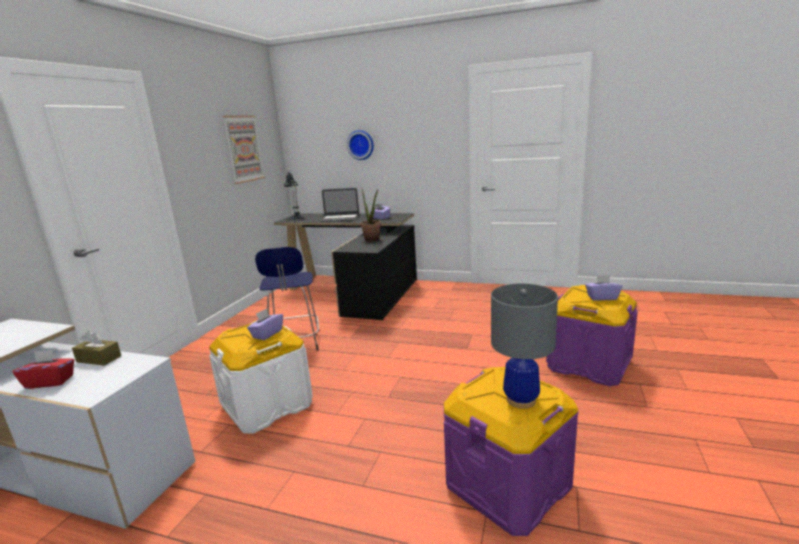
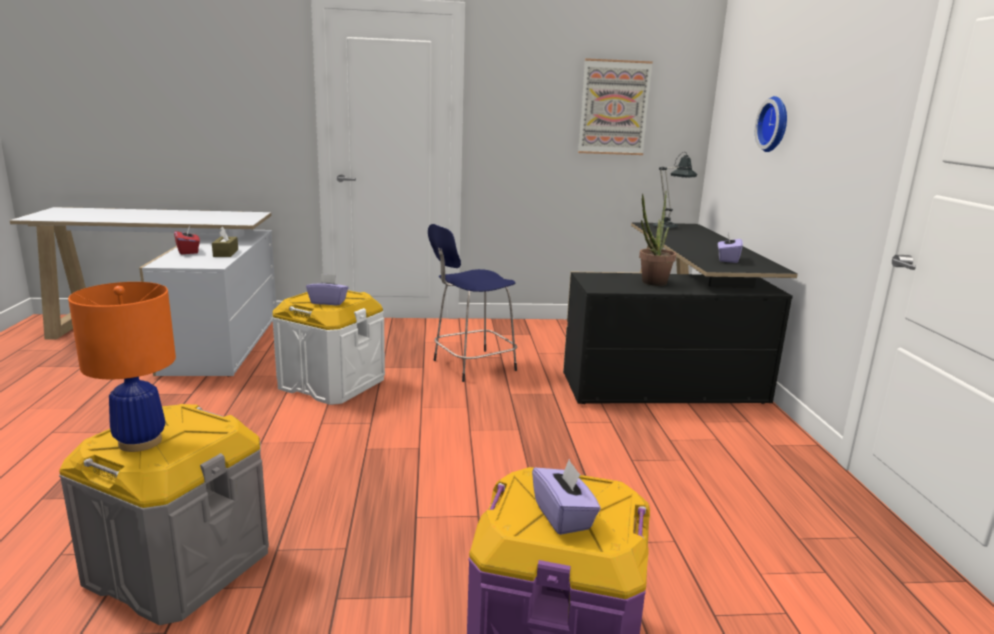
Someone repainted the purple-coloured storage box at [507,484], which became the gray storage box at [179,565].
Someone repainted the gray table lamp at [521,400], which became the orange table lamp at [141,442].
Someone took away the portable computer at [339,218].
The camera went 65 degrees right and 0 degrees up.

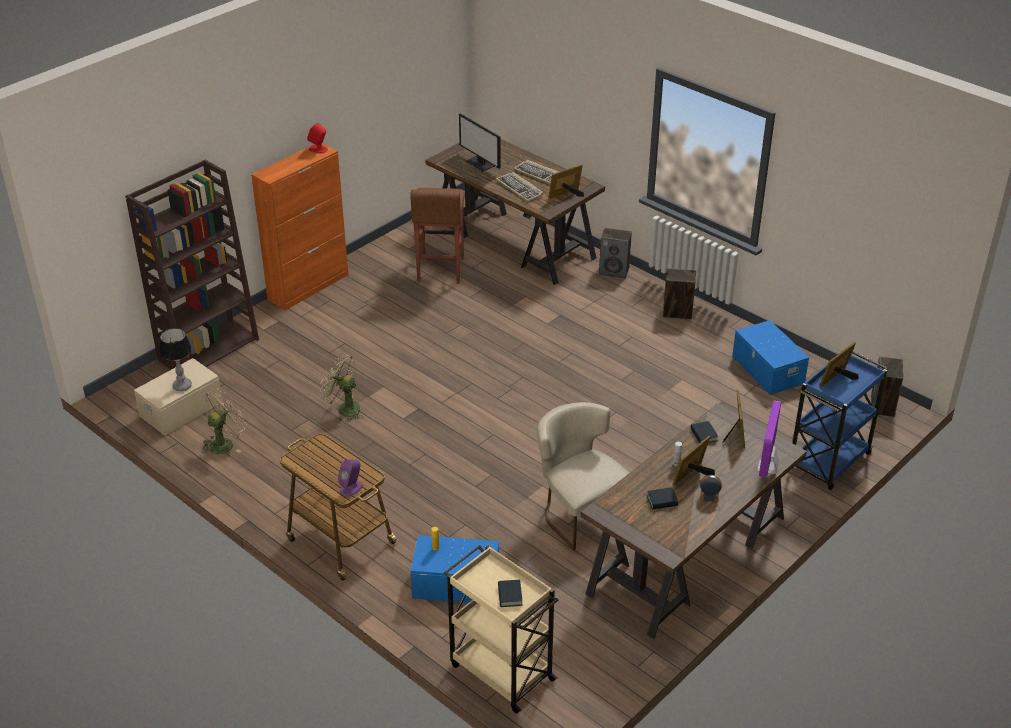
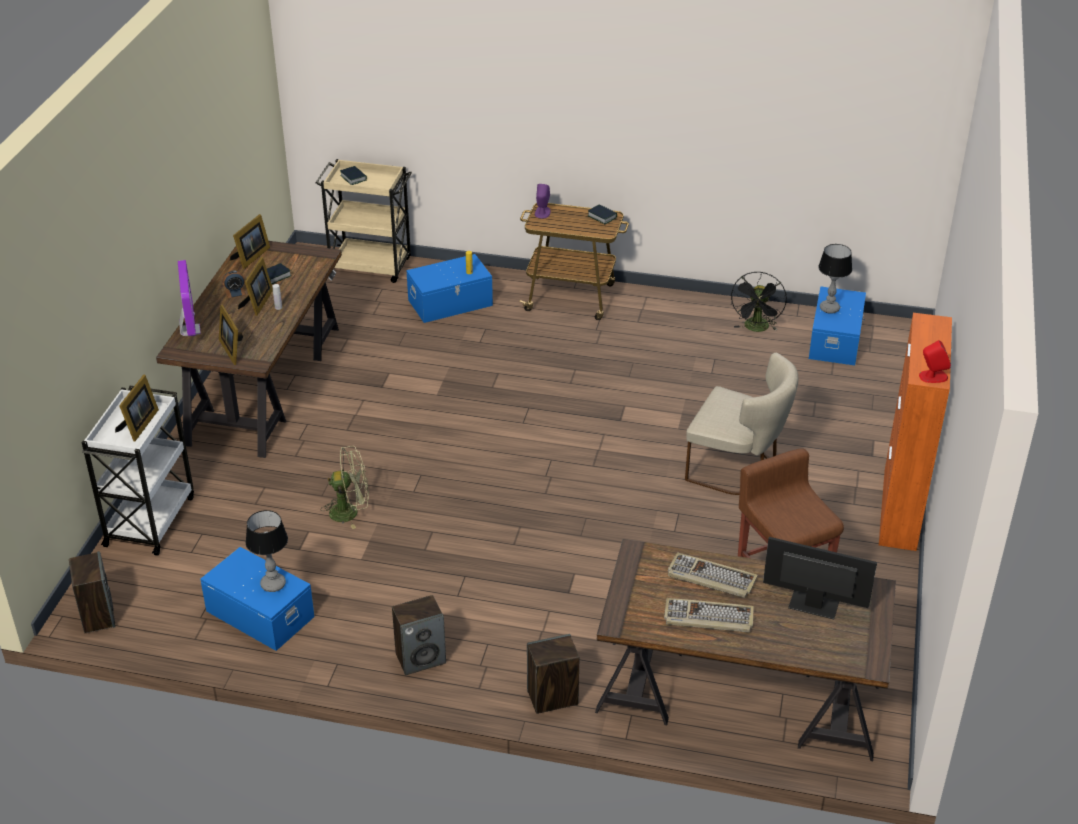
Someone repainted the blue-coloured cart at [828,462], which became the white cart at [151,519].
Someone carried the standing frame from [567,195] to [251,257].
Someone put down the table lamp at [273,584].
Someone carried the greenish fan from [344,409] to [350,512].
Someone carried the volume from [703,435] to [602,217].
Someone carried the beige plain chair from [579,513] to [737,470].
Someone repainted the beige fan at [225,443], which became the black-coloured fan at [756,328].
Someone repainted the beige storage box at [180,409], which became the blue-coloured storage box at [836,340].
Someone took away the brown-coloured bookcase at [209,349].
The camera went 150 degrees right and 0 degrees up.

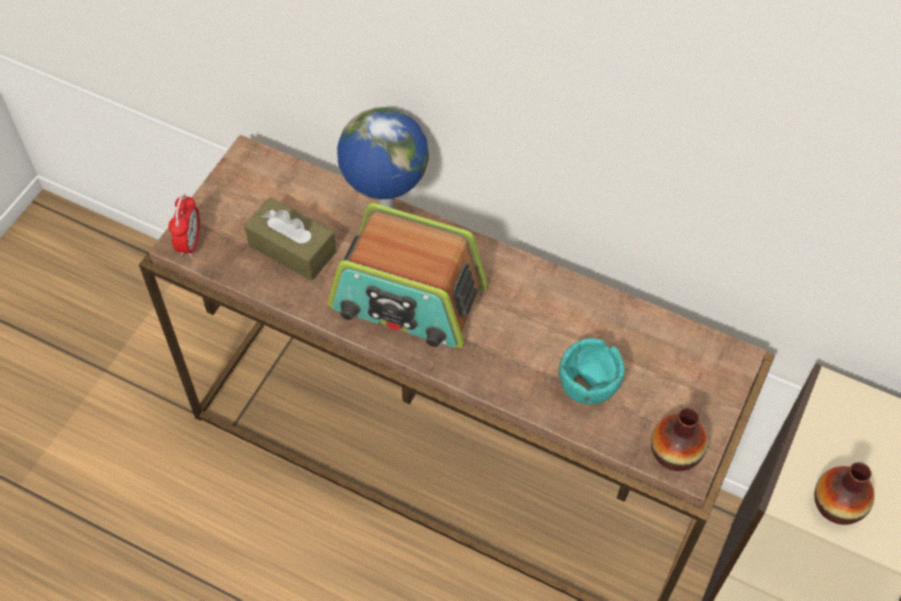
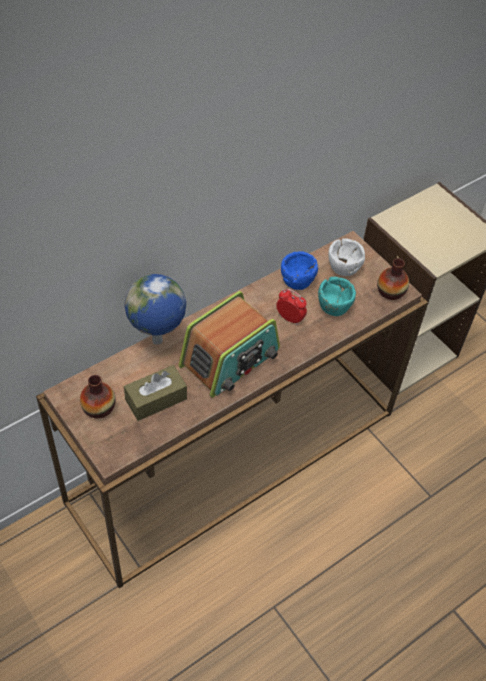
Someone carried the decorative vase from [837,504] to [99,407].
Someone carried the bedside clock from [190,243] to [290,318].
Someone put down the blue-coloured serving bowl at [297,281].
Someone put down the white serving bowl at [343,267].
The camera went 65 degrees left and 5 degrees down.

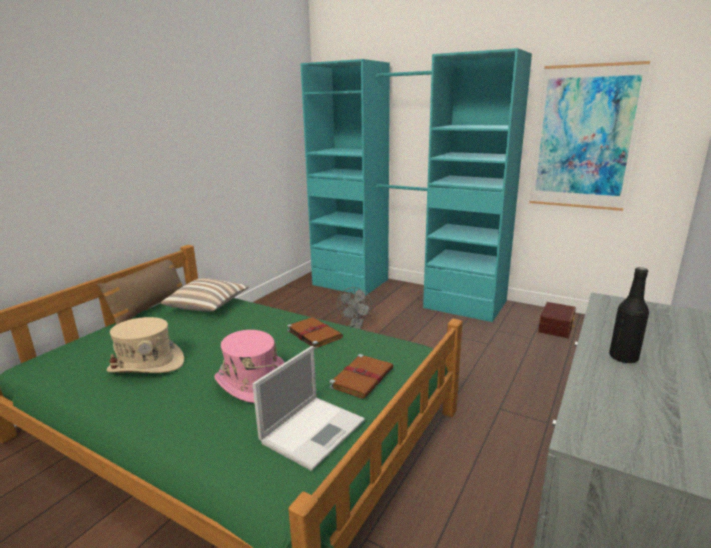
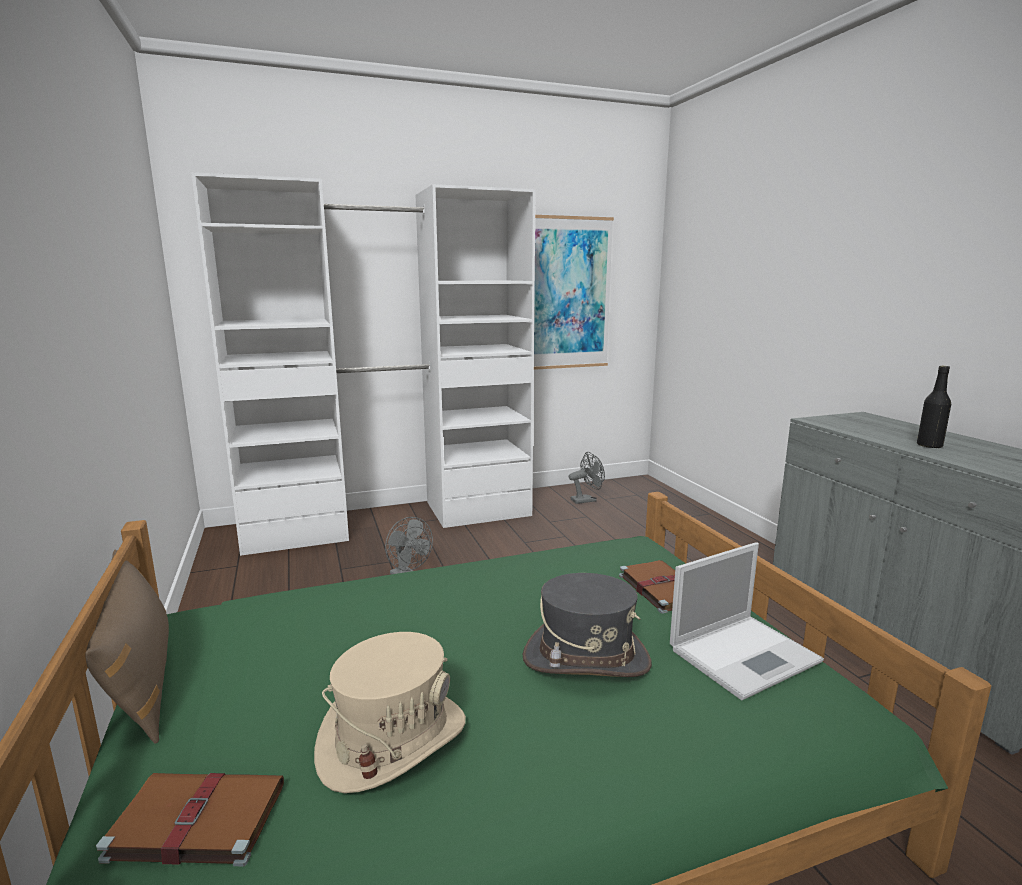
Someone carried the brown-coloured volume from [313,334] to [194,821].
Someone repainted the turquoise clothes cupboard at [405,292], which became the white clothes cupboard at [392,519].
Someone repainted the pinkish clothing hat at [251,383], which became the gray clothing hat at [586,659].
Someone swapped the brown-coloured storage box at [557,327] for the gray fan at [587,500].
Someone rotated the portable computer at [314,430] by 75 degrees clockwise.
Someone took away the throw pillow at [208,306].
The camera went 50 degrees left and 5 degrees down.

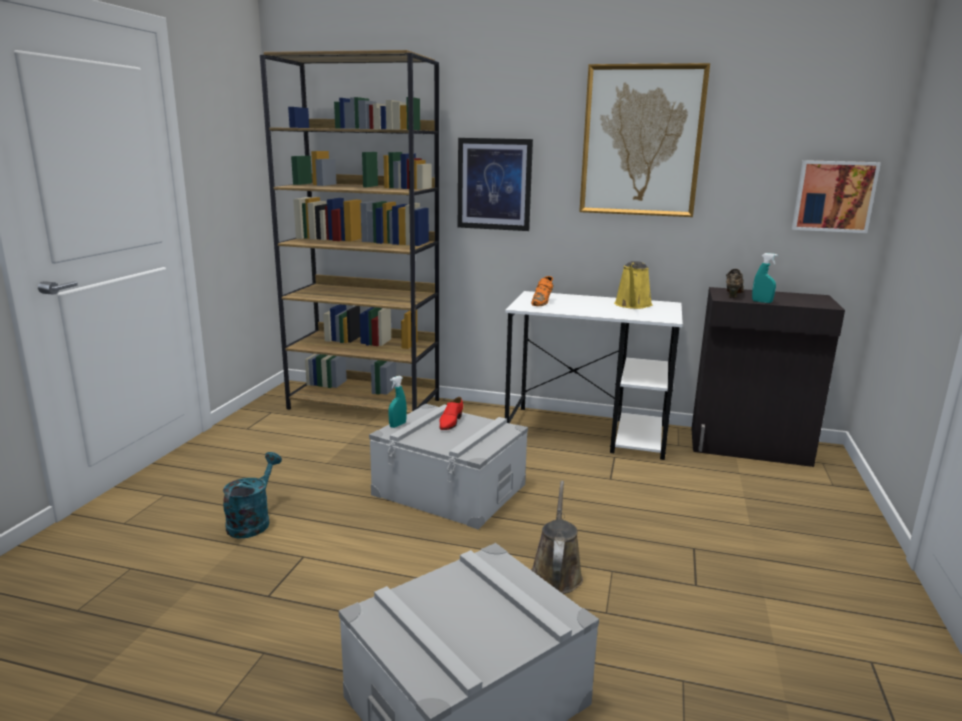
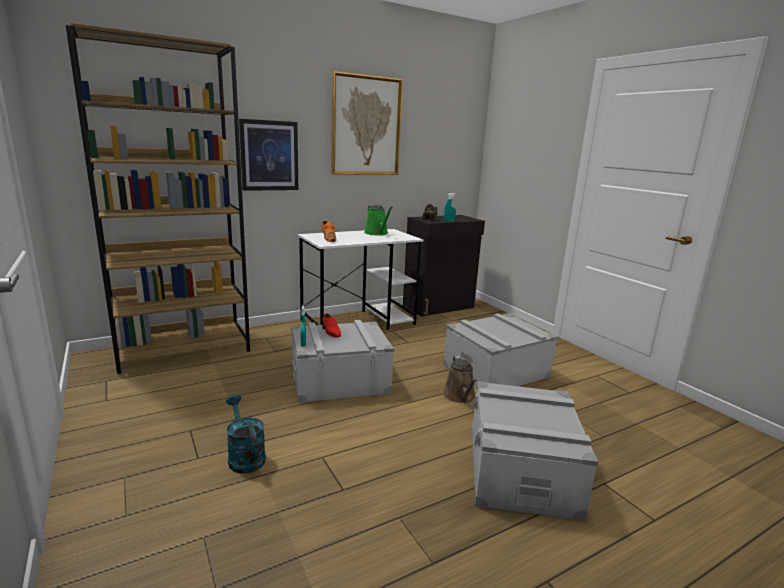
Someone repainted the yellow-coloured watering can at [632,305], which became the greenish watering can at [377,233].
Someone put down the gray storage box at [496,371].
Someone rotated the brown-coloured watering can at [556,573] by 150 degrees counterclockwise.
Someone took away the wall art at [833,196].
The camera went 45 degrees left and 0 degrees up.

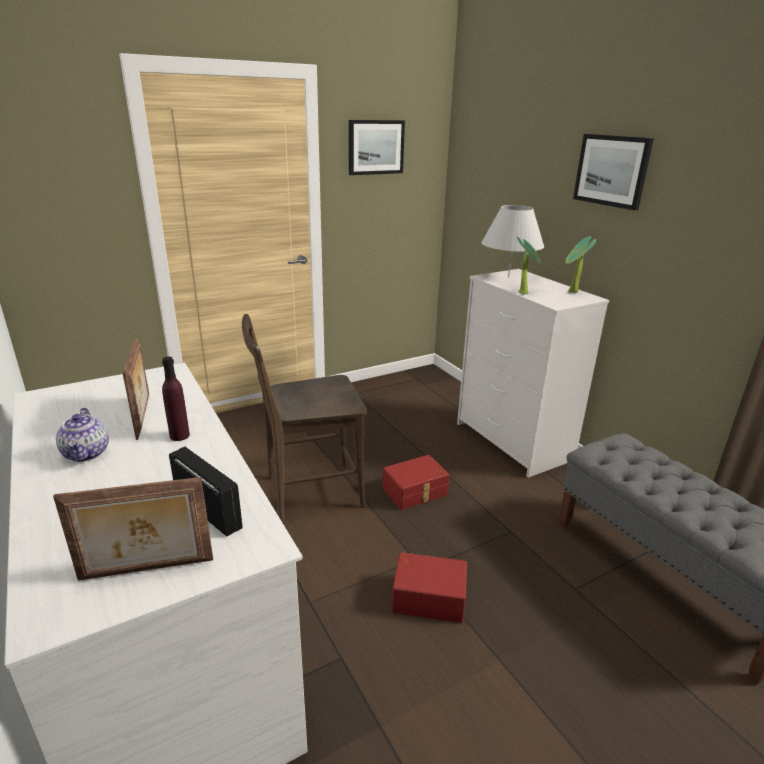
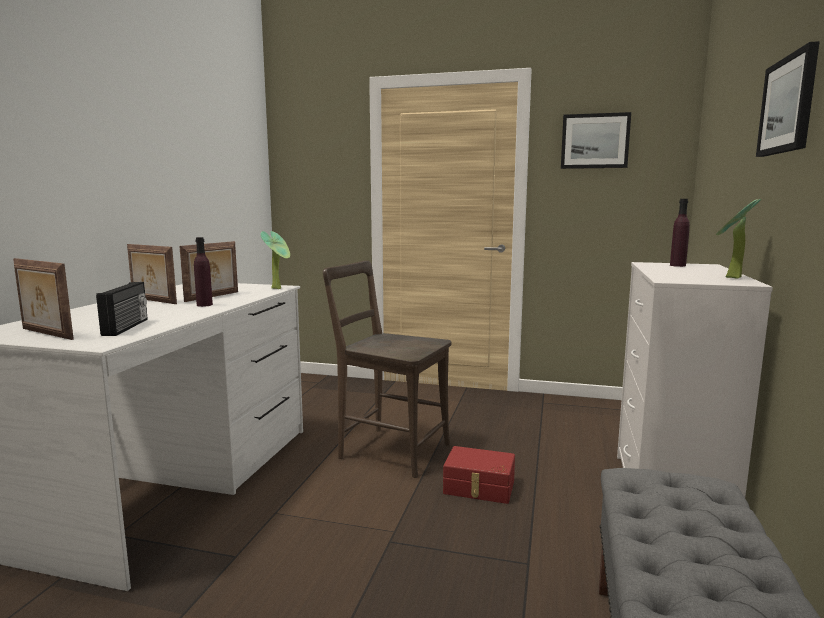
Someone swapped the pot for tea at [87,453] for the standing frame at [152,301].
Someone carried the potted plant from [523,293] to [278,288].
Someone swapped the white table lamp at [508,277] for the purple-coloured beverage bottle at [677,265].
Someone took away the reddish storage box at [429,596].
The camera went 45 degrees right and 15 degrees down.

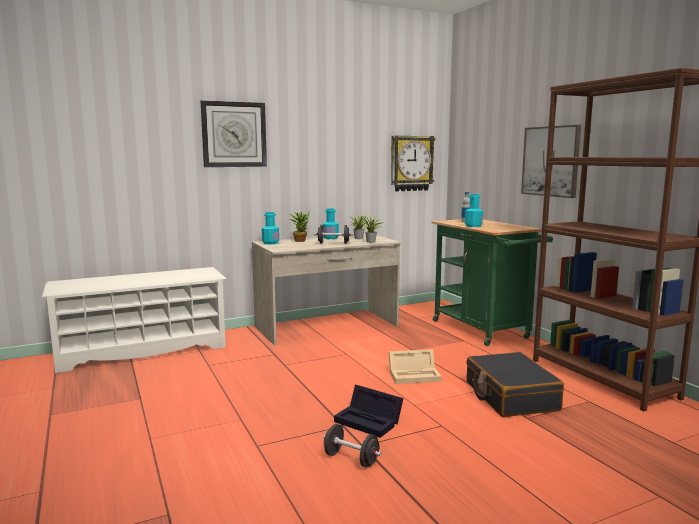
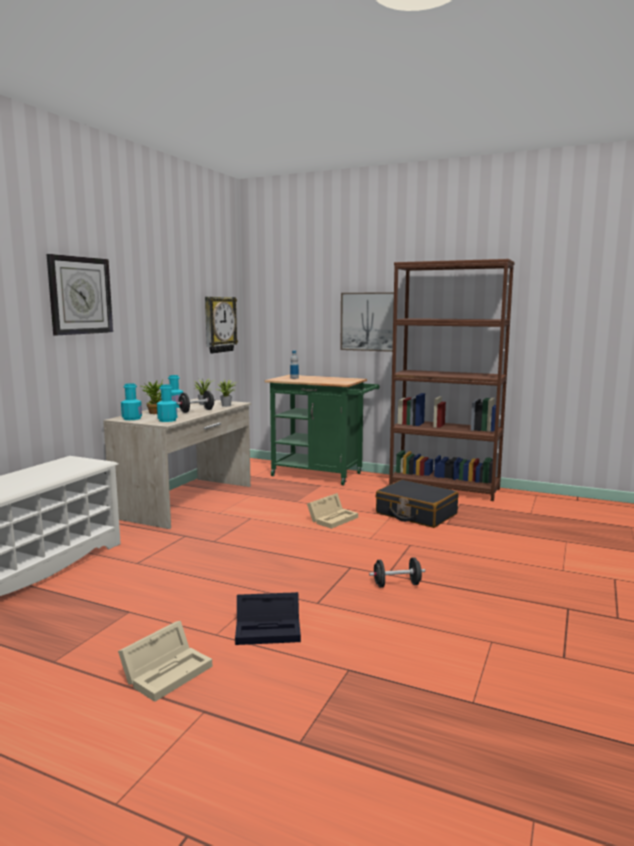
Someone put down the beige storage box at [168,671].
Someone carried the turquoise beverage bottle from [473,226] to [167,420].
Someone carried the black-coloured storage box from [370,421] to [270,629].
The camera went 40 degrees left and 0 degrees up.

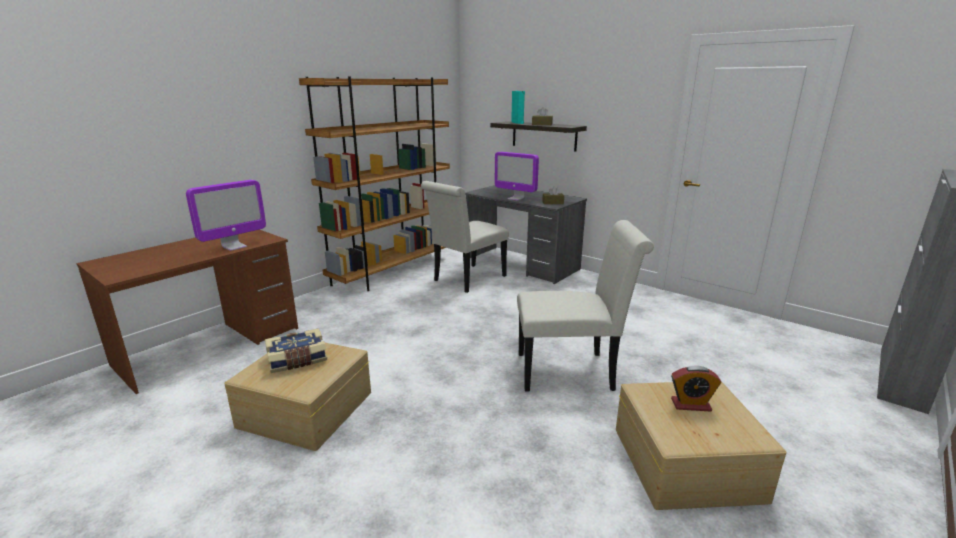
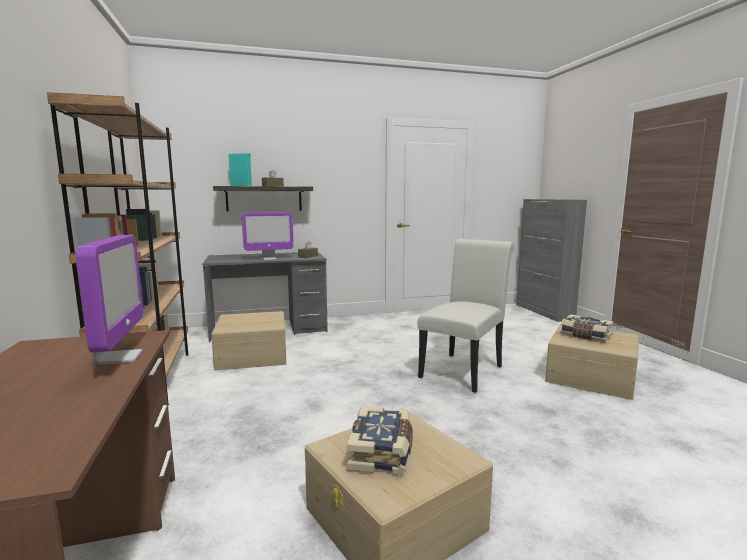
Someone swapped the white plain chair at [466,280] for the beige storage box at [251,355].
Someone swapped the bedside clock at [691,405] for the volume at [585,336].
The camera went 55 degrees left and 10 degrees down.

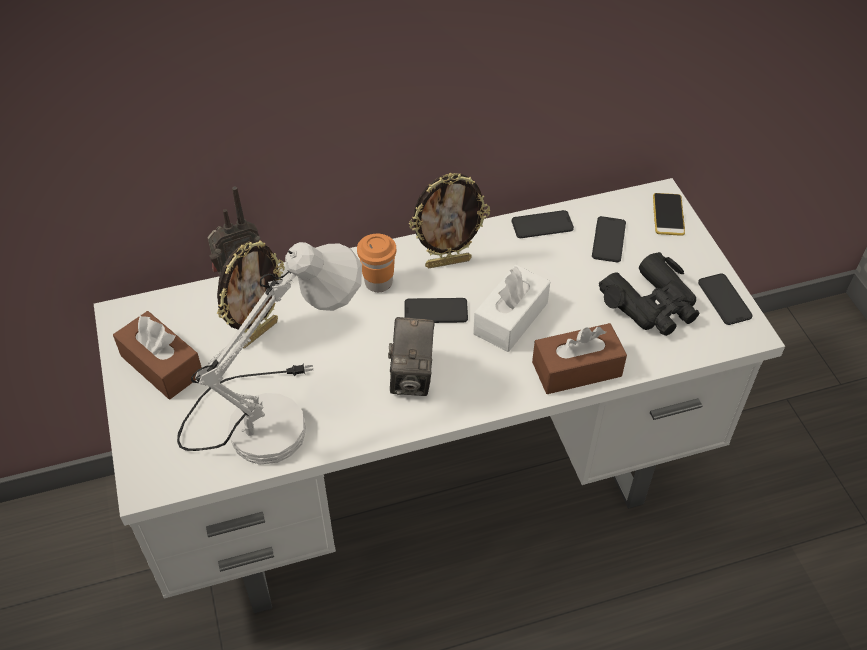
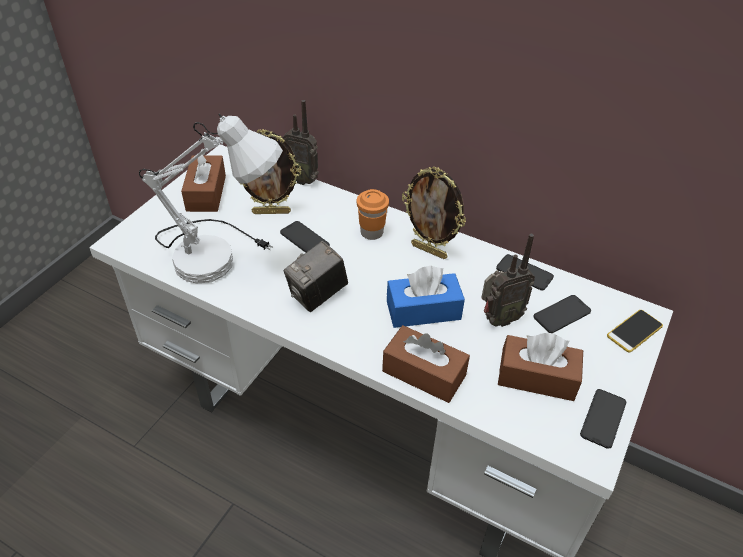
Someone carried the phone from [436,311] to [304,239].
Someone repainted the white tissue box at [510,318], which became the blue-coloured tissue box at [423,310].
Someone put down the radio receiver at [498,319].
Someone swapped the black-coloured binoculars at [652,305] for the brown-coloured tissue box at [537,377].
The camera went 45 degrees right and 5 degrees down.

